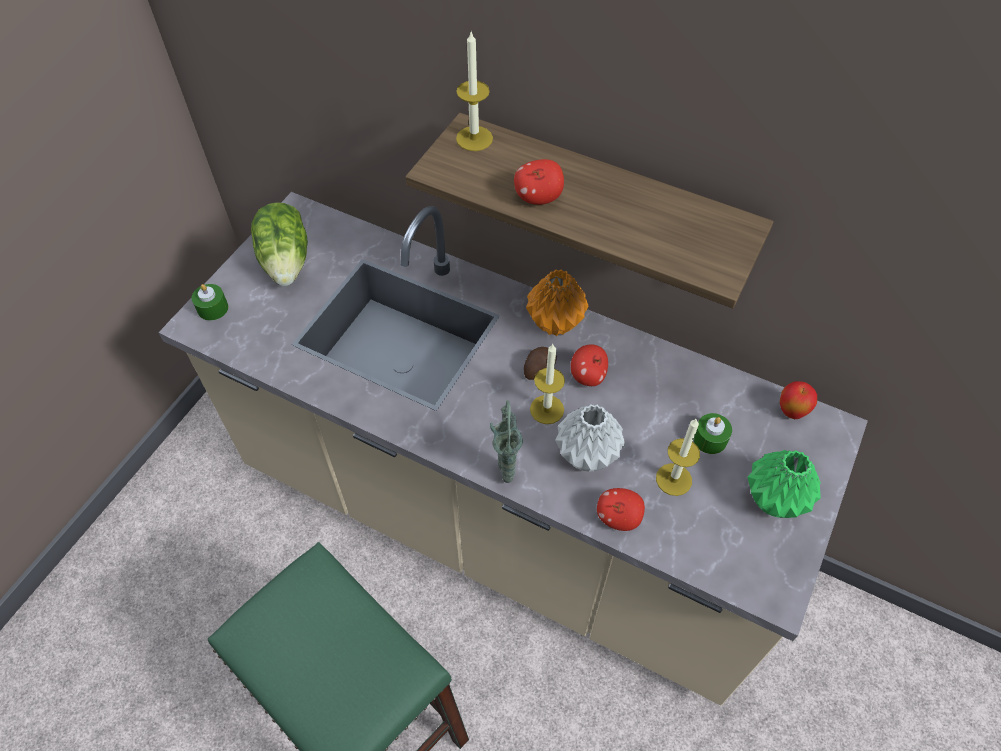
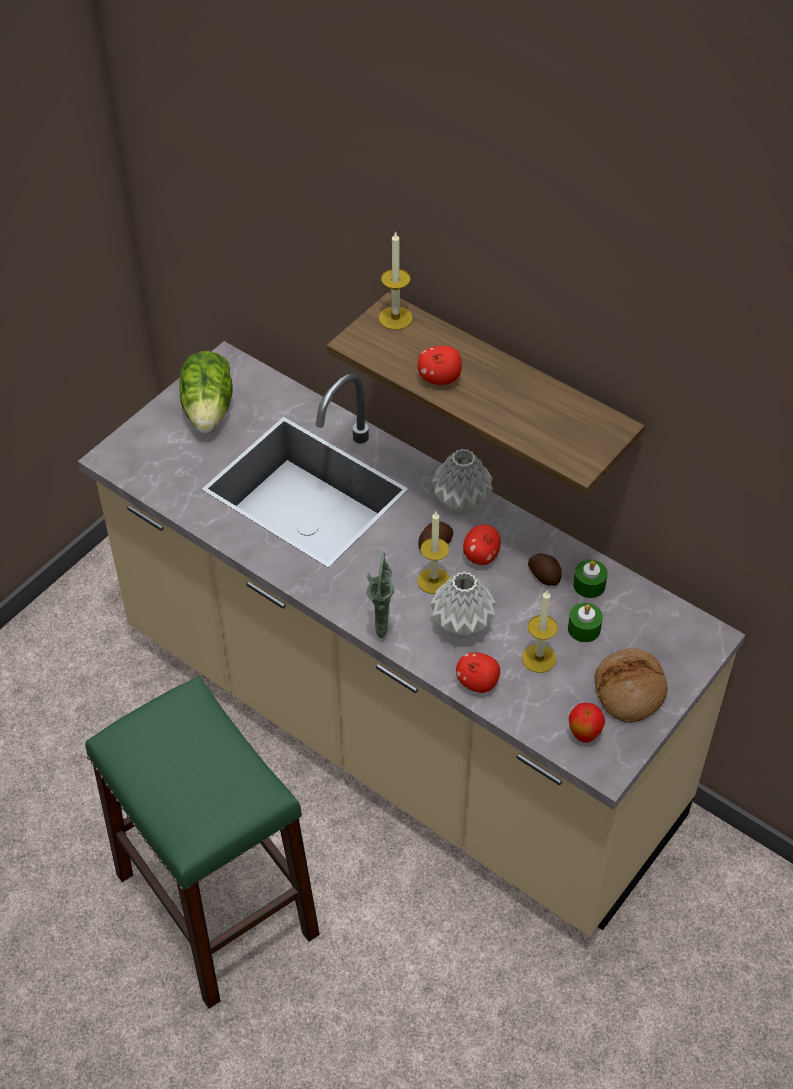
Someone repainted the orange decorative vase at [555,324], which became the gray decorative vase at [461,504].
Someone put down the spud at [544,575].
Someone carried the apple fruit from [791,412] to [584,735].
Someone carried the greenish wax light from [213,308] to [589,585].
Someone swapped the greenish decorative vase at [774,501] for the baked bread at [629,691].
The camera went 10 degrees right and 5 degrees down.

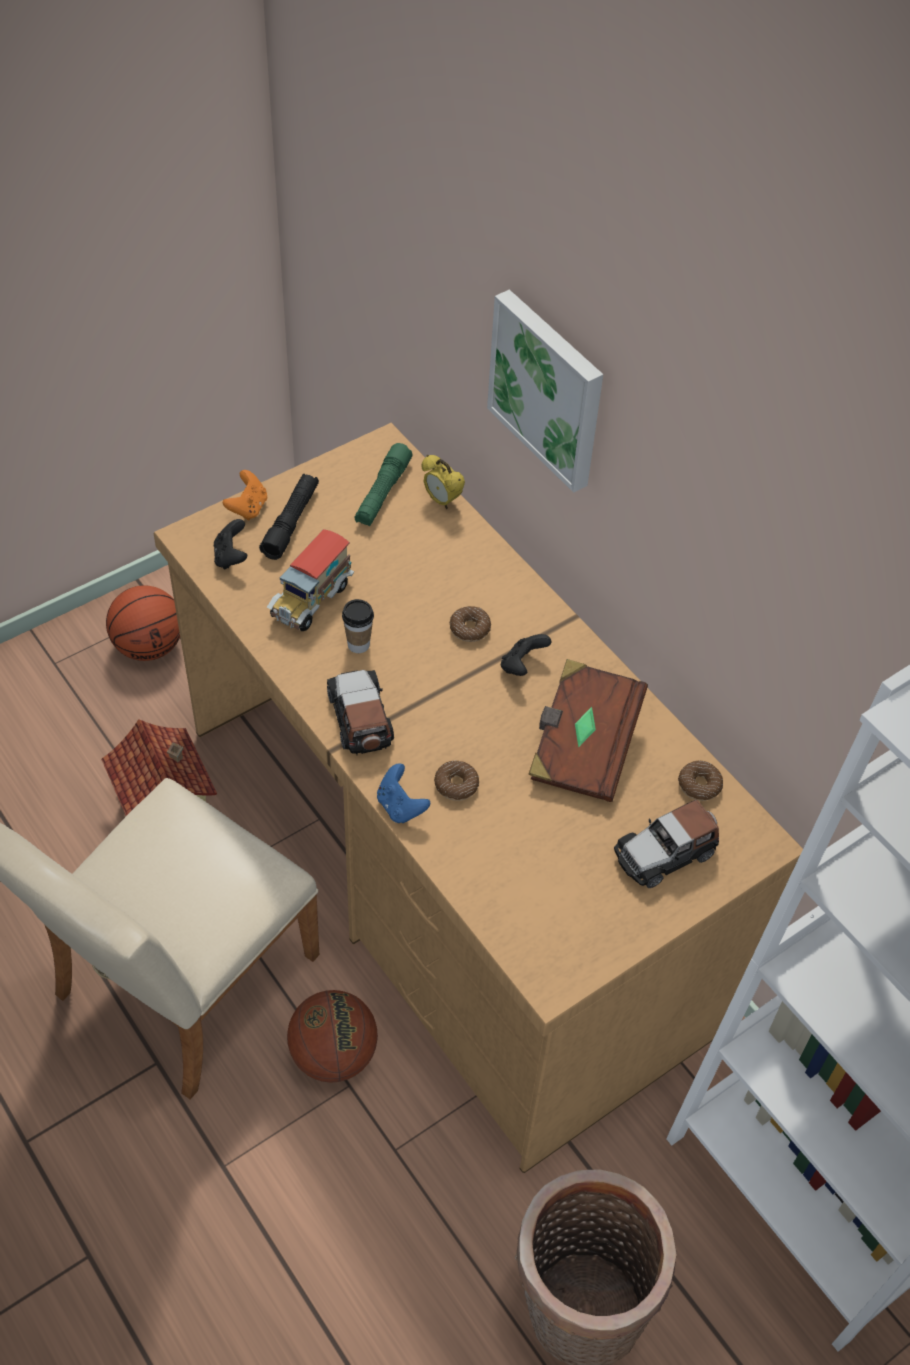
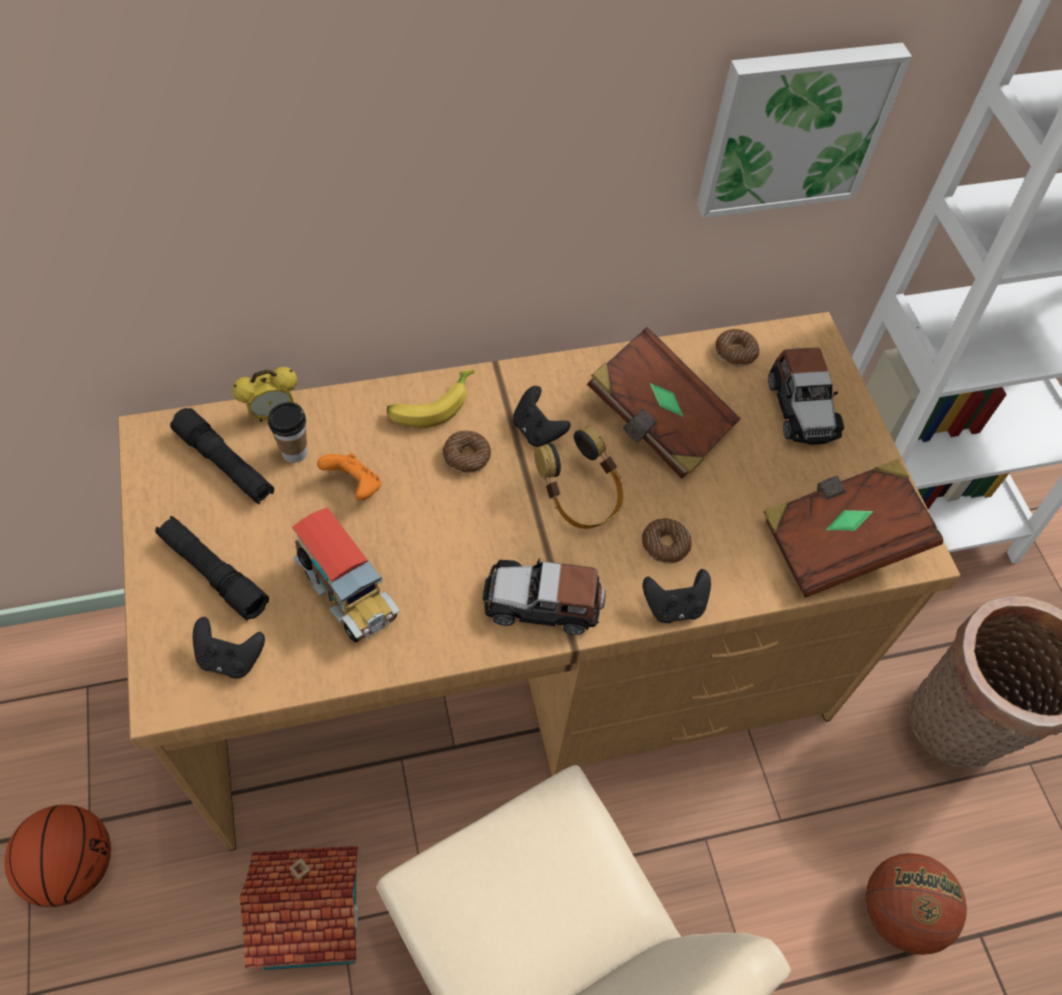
Someone repainted the greenish flashlight at [382,493], which became the black-coloured flashlight at [225,464].
Someone carried the small cup from [358,644] to [294,452].
Someone carried the orange game controller from [248,508] to [354,486].
Someone put down the whole banana at [431,404].
Someone put down the pair of headphones at [580,497].
Someone repainted the blue-coloured game controller at [400,806], which became the black-coloured game controller at [674,606].
Someone carried the wall art from [549,388] to [793,127].
Someone put down the brown-coloured volume at [839,541].
Someone carried the basketball ball from [333,1054] to [898,912].
The camera went 70 degrees left and 5 degrees up.

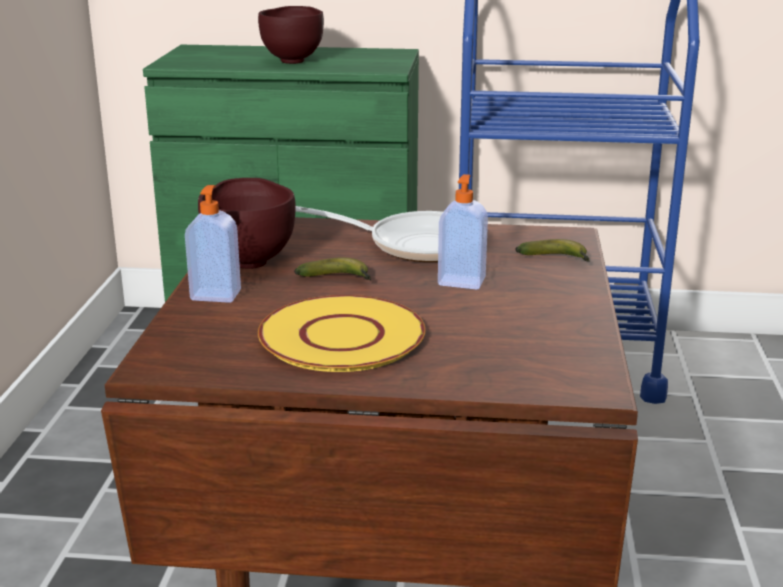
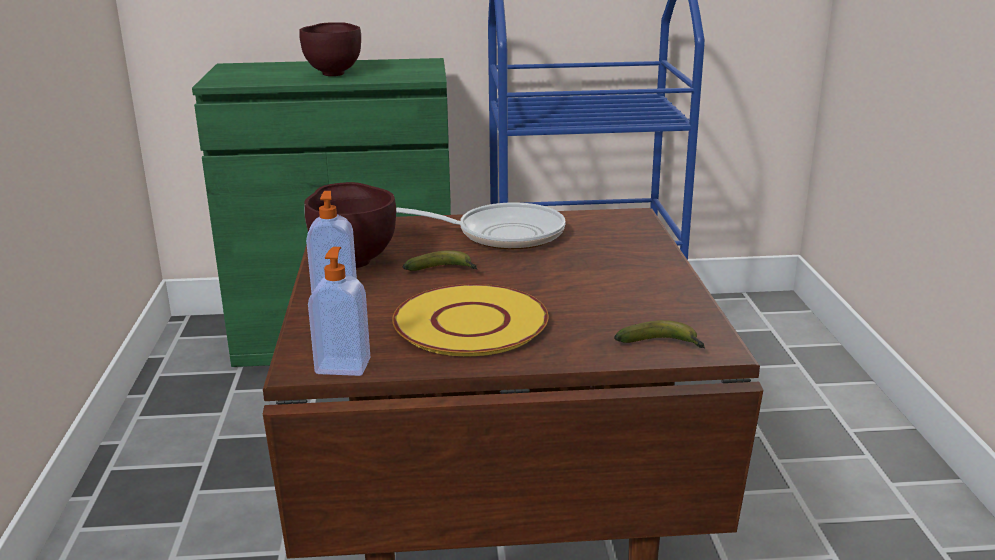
Someone carried the soap dispenser from [462,281] to [343,366].
Someone carried the whole banana from [557,260] to [663,346].
The camera went 10 degrees left and 0 degrees up.

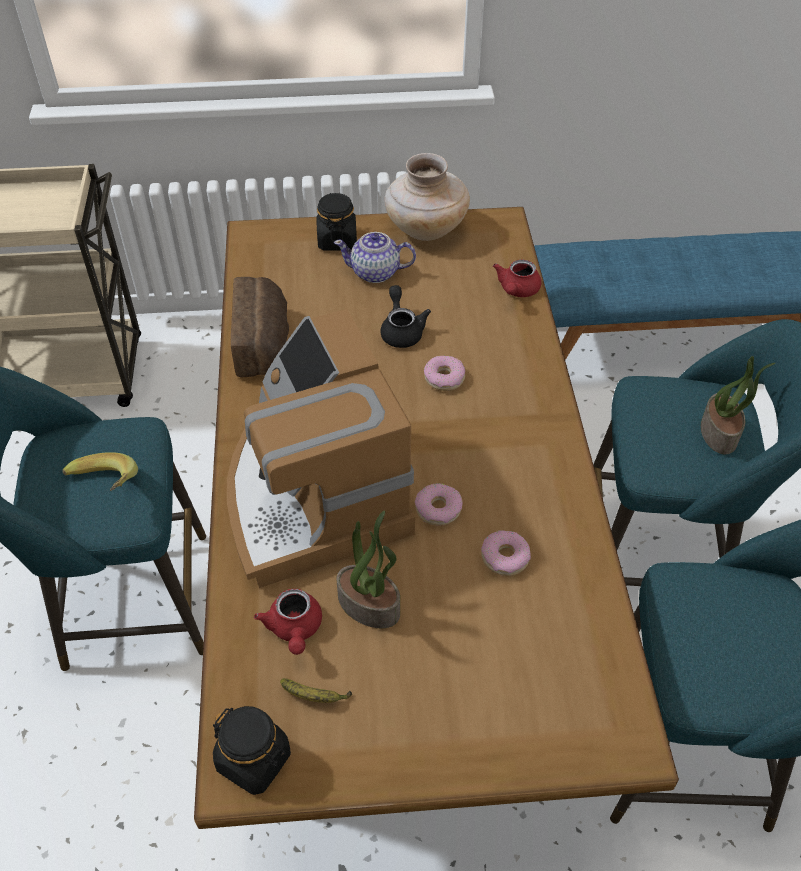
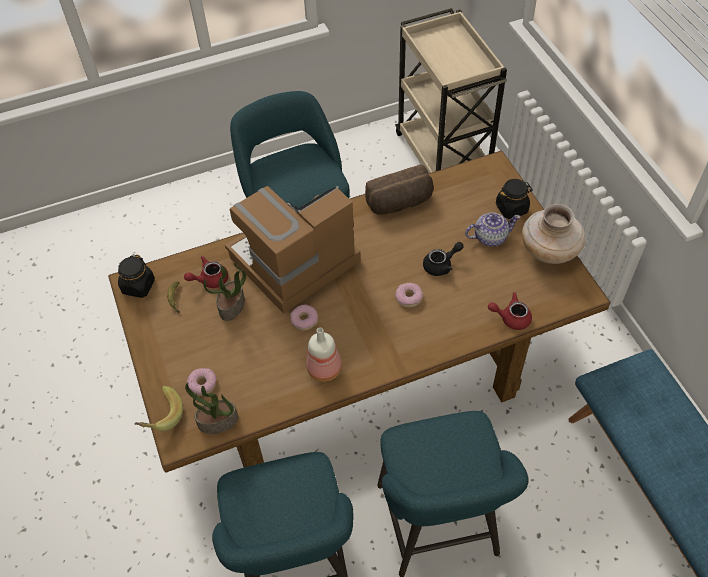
Someone carried the whole banana from [104,488] to [160,416].
Someone carried the potted plant from [720,433] to [217,422].
Someone carried the doughnut from [504,557] to [202,384].
Someone put down the beverage bottle at [324,368].
Someone rotated the pot for tea at [376,273] by 90 degrees clockwise.
The camera went 75 degrees right and 5 degrees up.

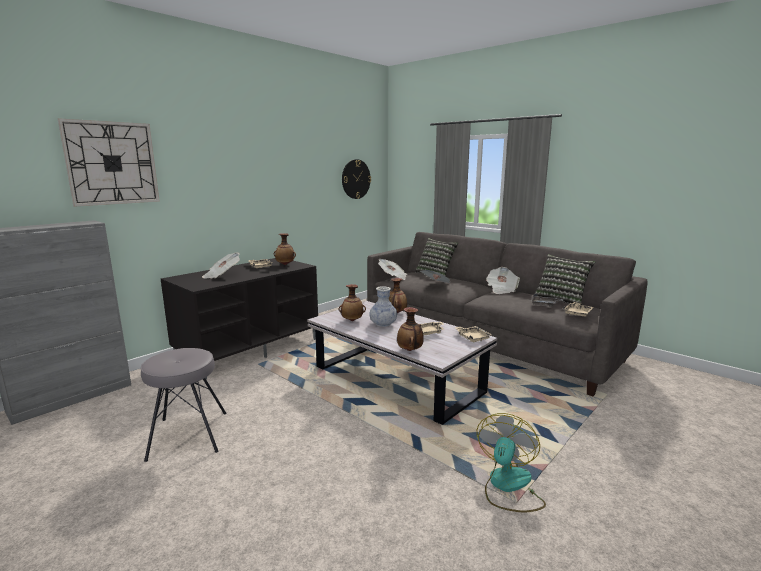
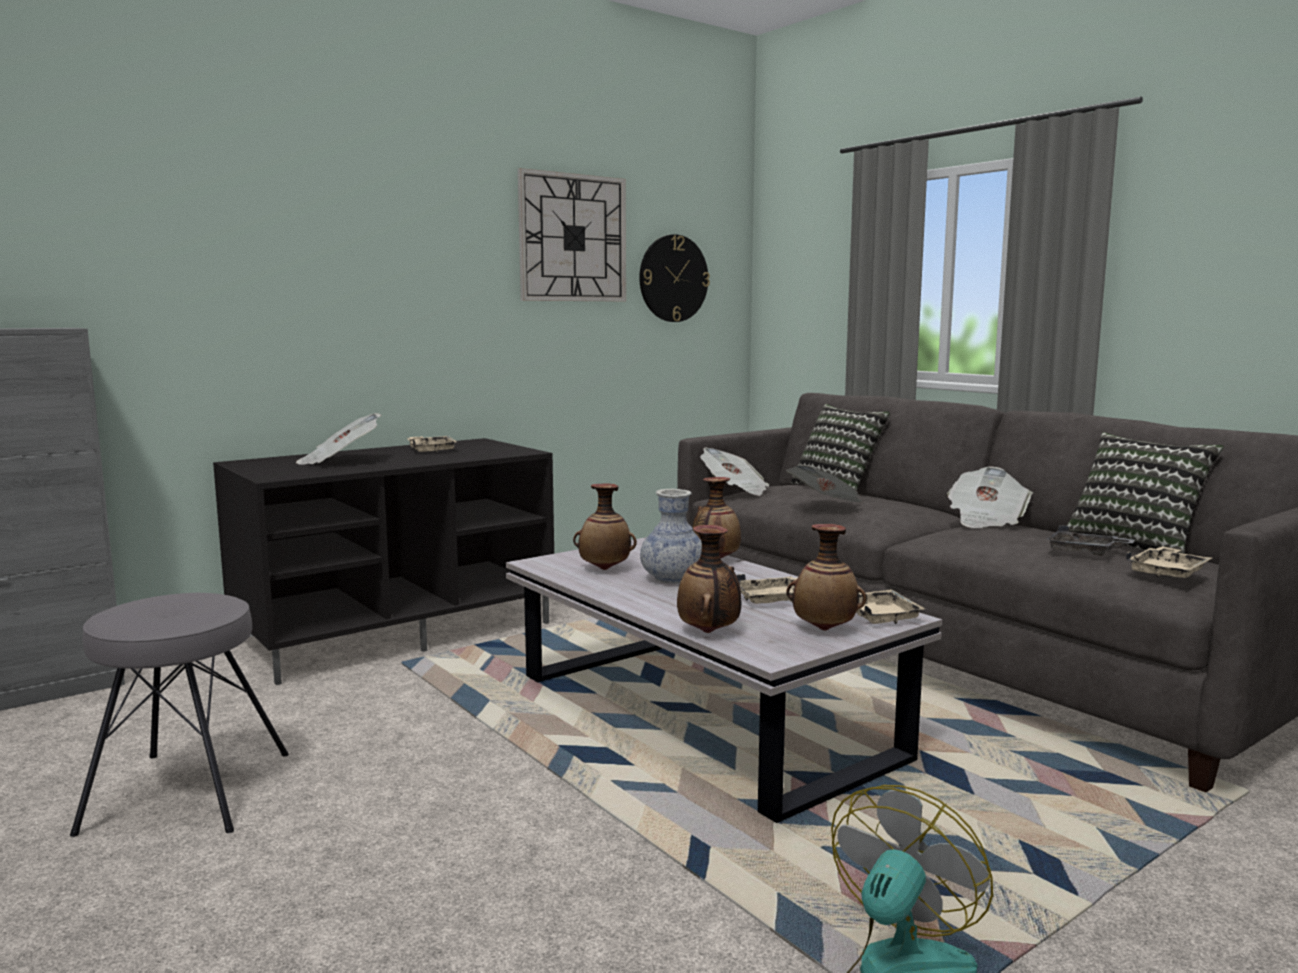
Someone carried the hanging clock from [112,163] to [573,238].
Someone carried the decorative vase from [285,264] to [824,629].
The camera went 10 degrees right and 5 degrees down.

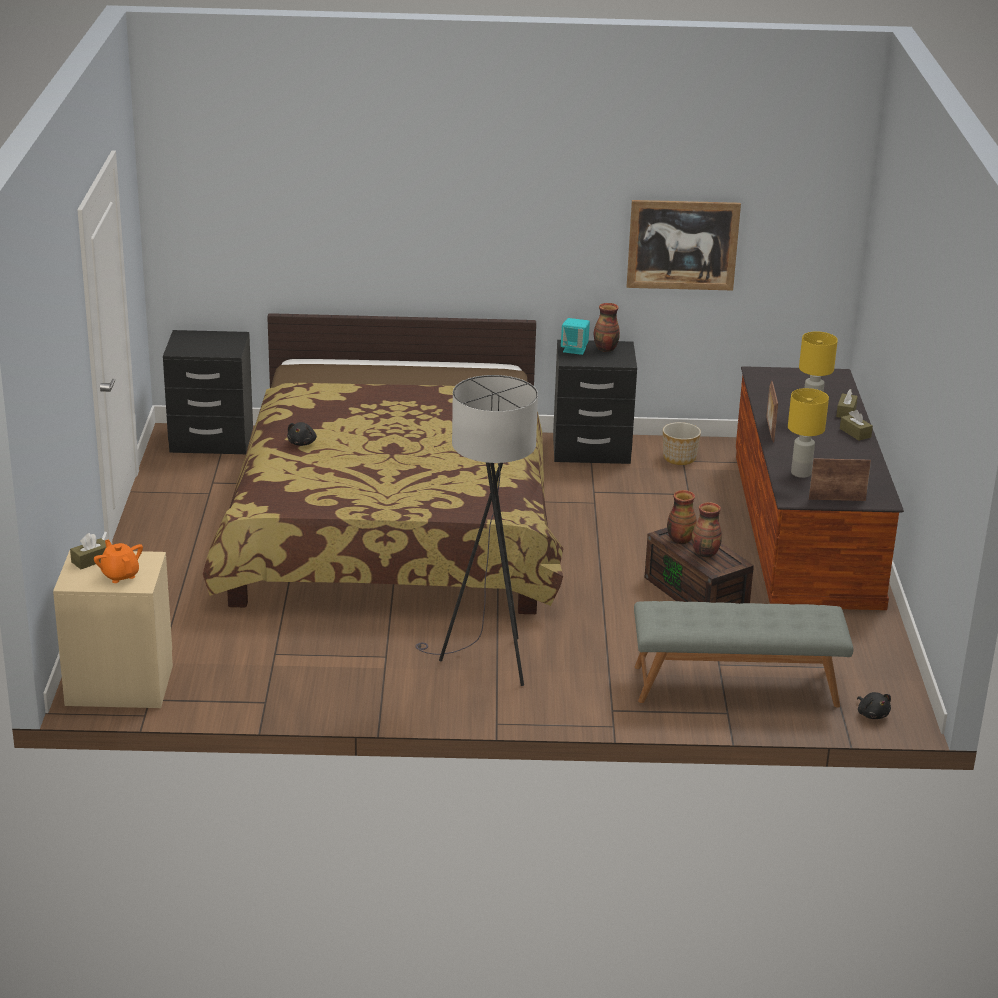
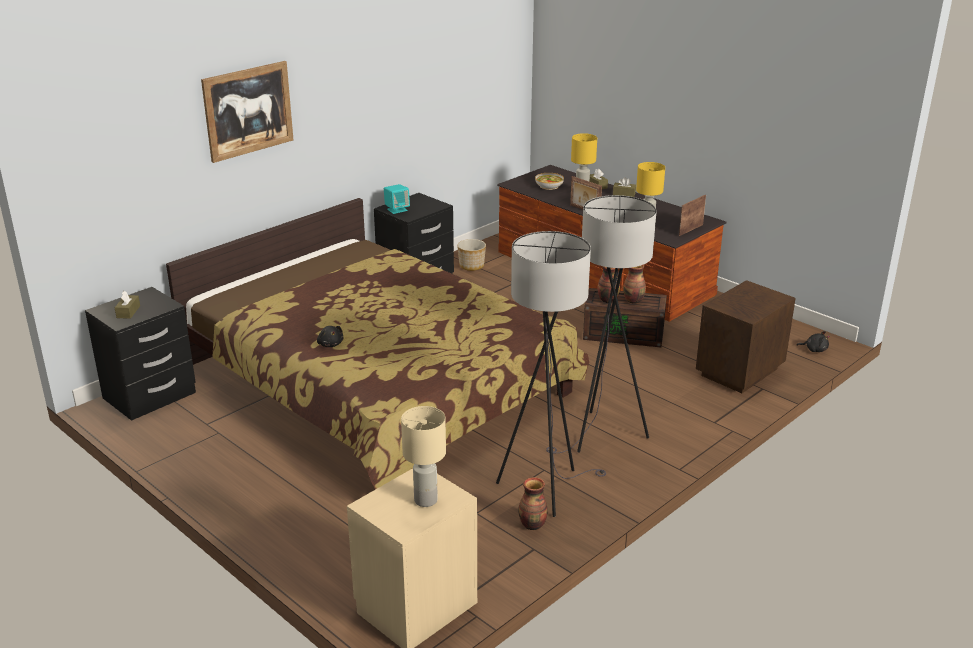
Someone carried the brown-coloured tissue box from [91,560] to [128,312].
Someone carried the wall art from [682,245] to [248,110].
Someone swapped the orange pot for tea at [120,575] for the beige table lamp at [426,500].
Someone put down the gray standard lamp at [545,486].
Someone carried the decorative vase from [605,349] to [533,525].
Someone put down the serving bowl at [549,186].
Someone swapped the gray indoor bench at [735,686] for the brown-coloured nightstand at [738,372].
The camera went 45 degrees left and 0 degrees up.

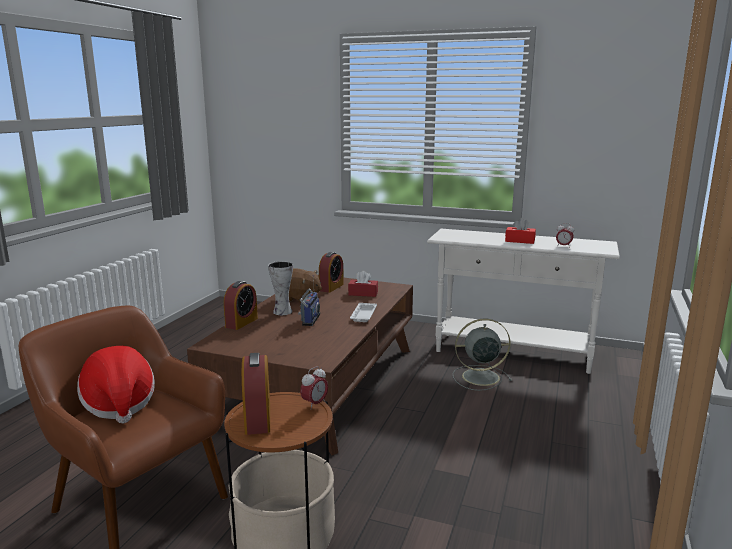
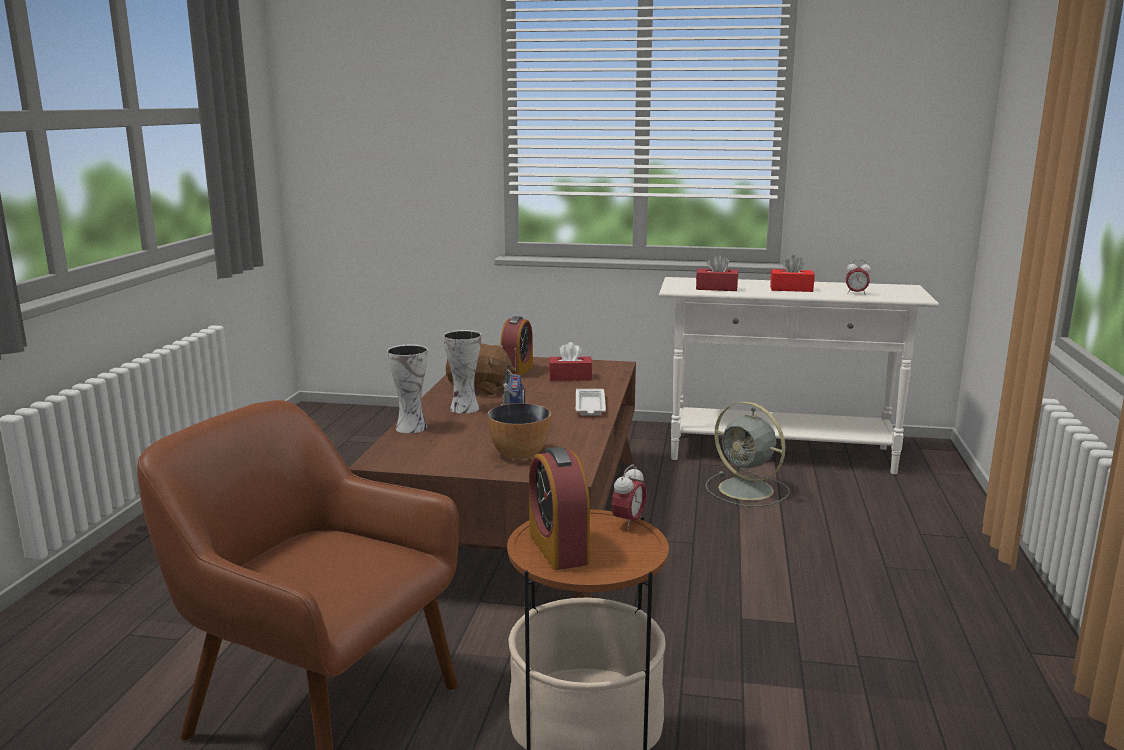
Someone swapped the bedside clock at [241,322] for the decorative vase at [410,427].
Someone put down the serving bowl at [519,454].
Someone put down the reddish tissue box at [716,288].
Someone rotated the gray fan at [478,377] by 120 degrees counterclockwise.
Someone took away the clothing hat at [119,404].
The camera went 10 degrees left and 0 degrees up.

